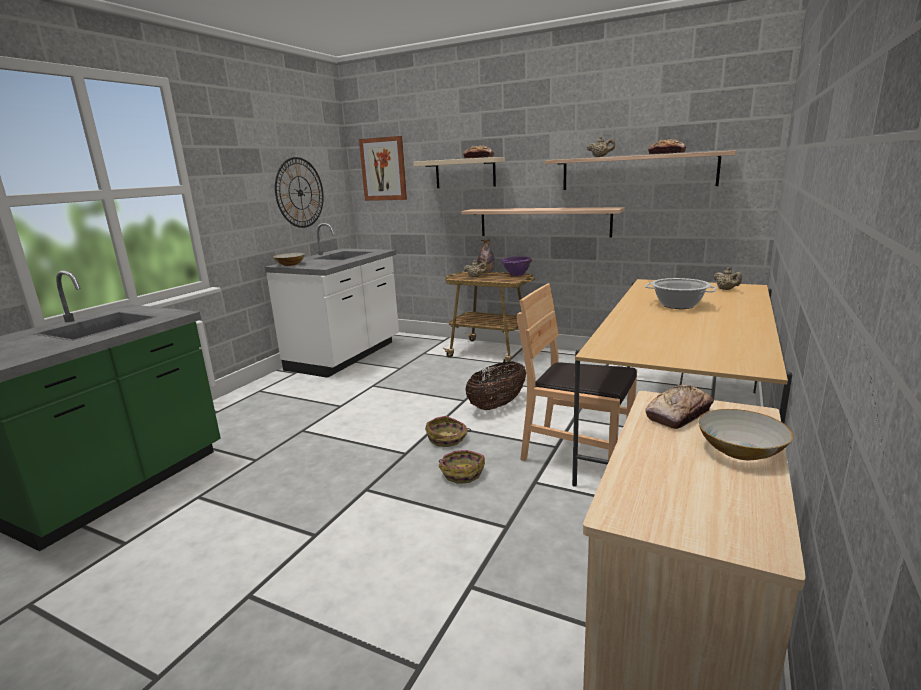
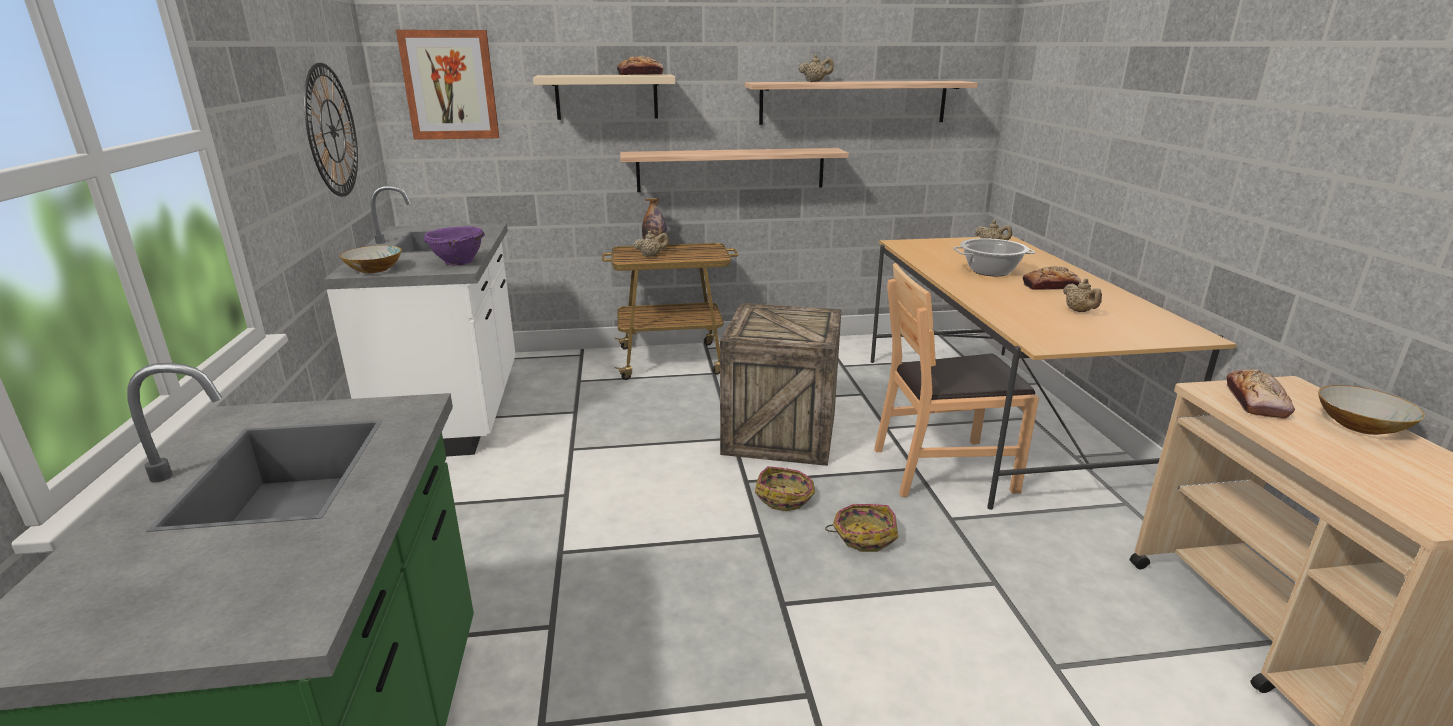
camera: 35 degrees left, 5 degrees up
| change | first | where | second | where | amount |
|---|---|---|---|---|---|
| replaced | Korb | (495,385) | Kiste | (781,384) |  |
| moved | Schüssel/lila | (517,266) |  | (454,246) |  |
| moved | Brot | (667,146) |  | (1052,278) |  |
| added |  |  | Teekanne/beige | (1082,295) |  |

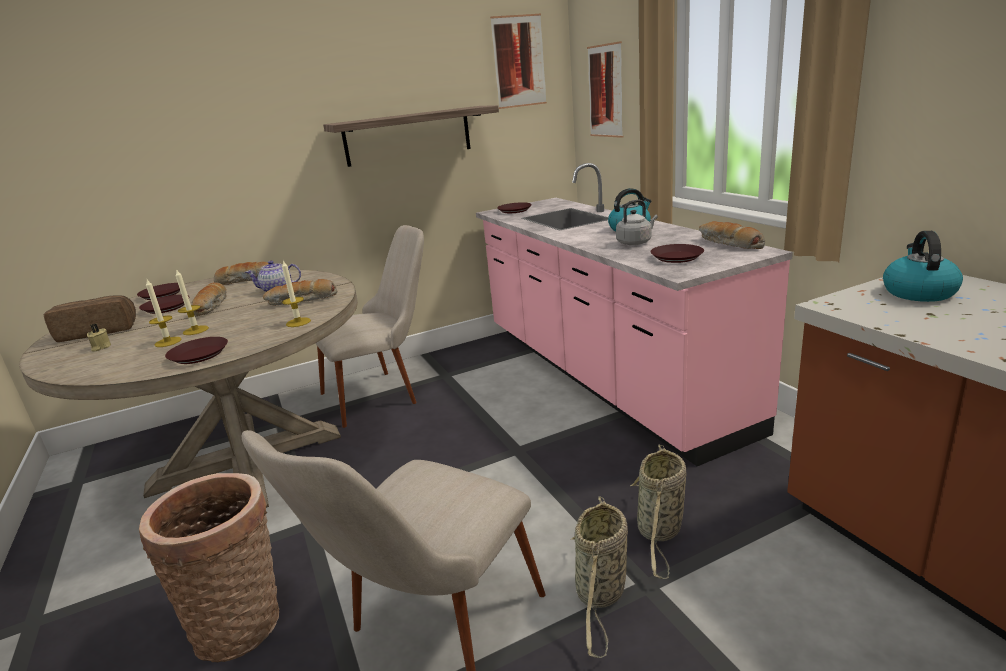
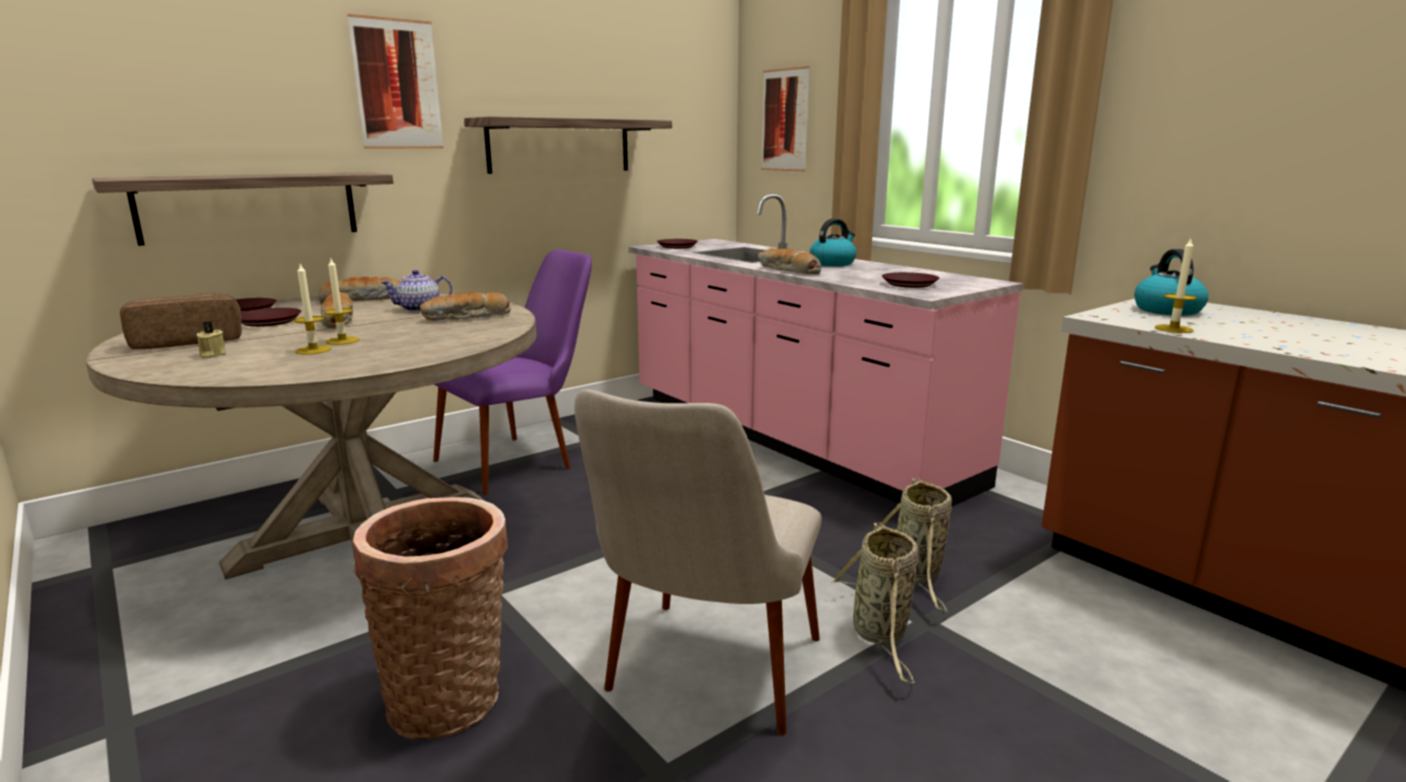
camera: 15 degrees left, 5 degrees down
| change | first | where | second | where | amount |
|---|---|---|---|---|---|
| removed | Teller/braun | (196,350) |  |  |  |
| moved | Kerze | (296,293) |  | (1176,286) |  |
| recoloured | Stuhl/beige | (369,326) | Stuhl/lila | (512,372) |  |
| moved | Bild | (518,61) |  | (395,81) |  |
| removed | Wasserkessel/grau | (637,222) |  |  |  |
| moved | Brot | (732,235) |  | (789,261) |  |
| added |  |  | Wandregal | (242,209) |  |

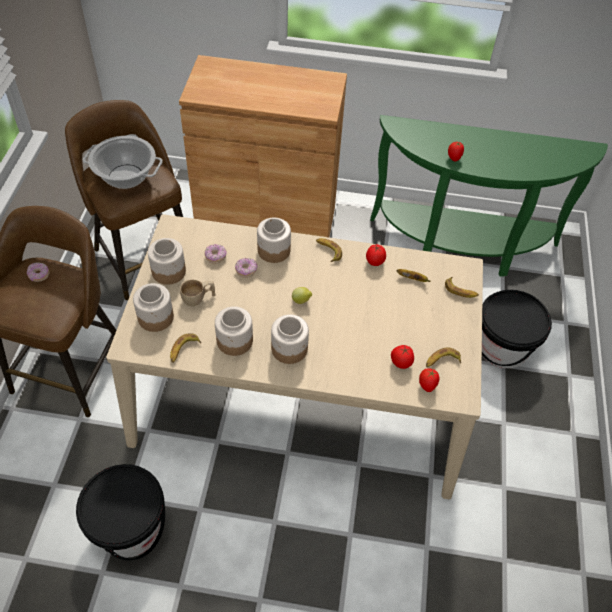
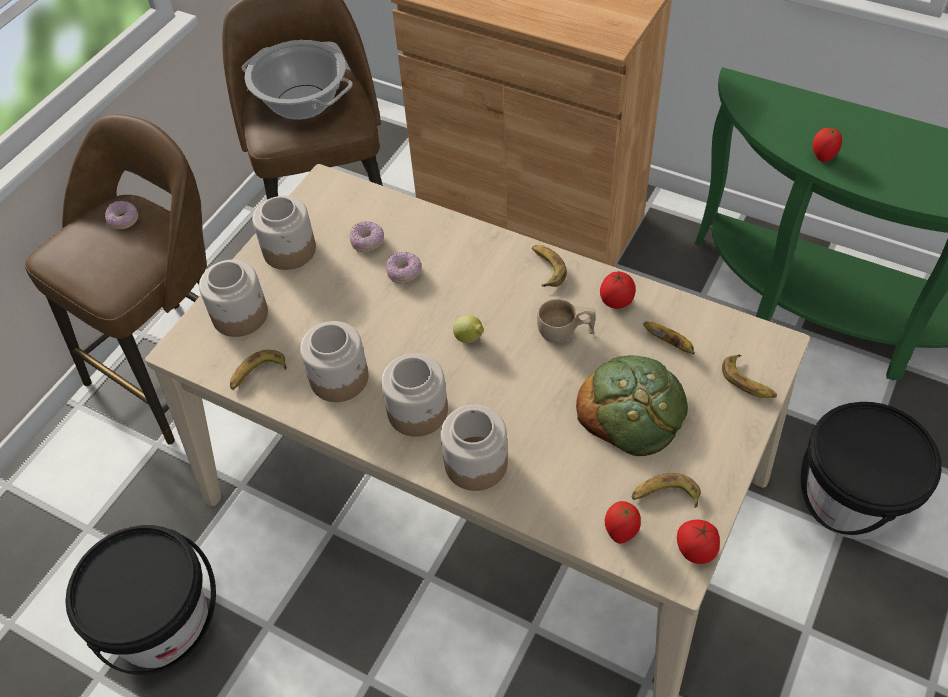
camera: 25 degrees right, 0 degrees up
| change | first | where | second | where | amount |
|---|---|---|---|---|---|
| moved | Tasse/beige | (198,292) |  | (566,321) |  |
| moved | Vorratsglas | (274,240) |  | (474,448) |  |
| moved | Tomate | (402,357) |  | (698,542) |  |
| added |  |  | Brot | (632,405) |  |

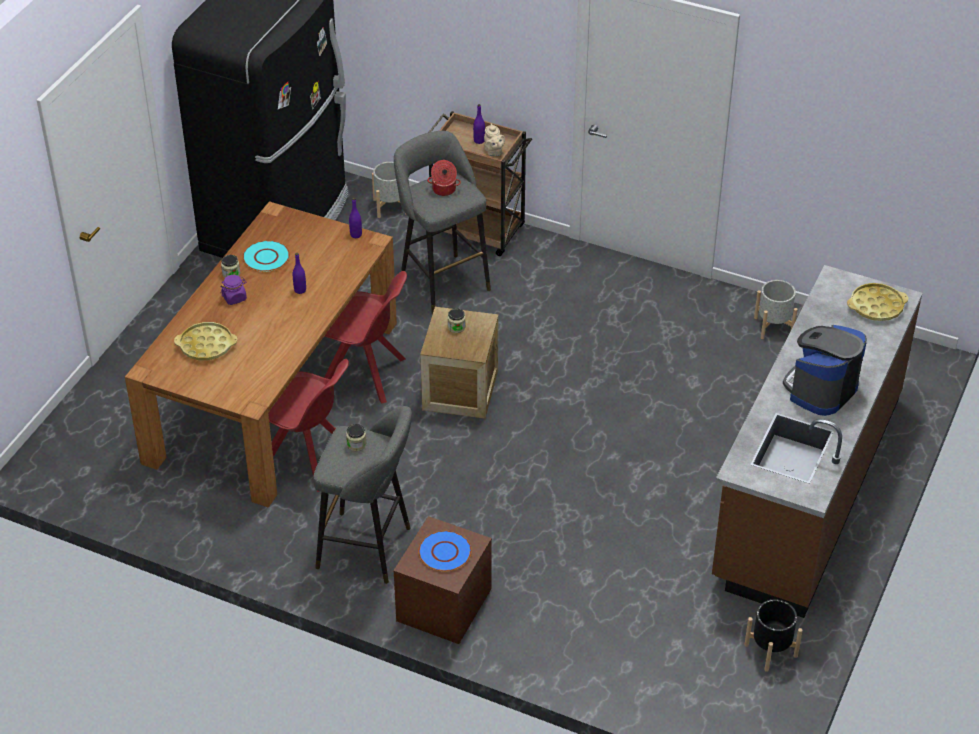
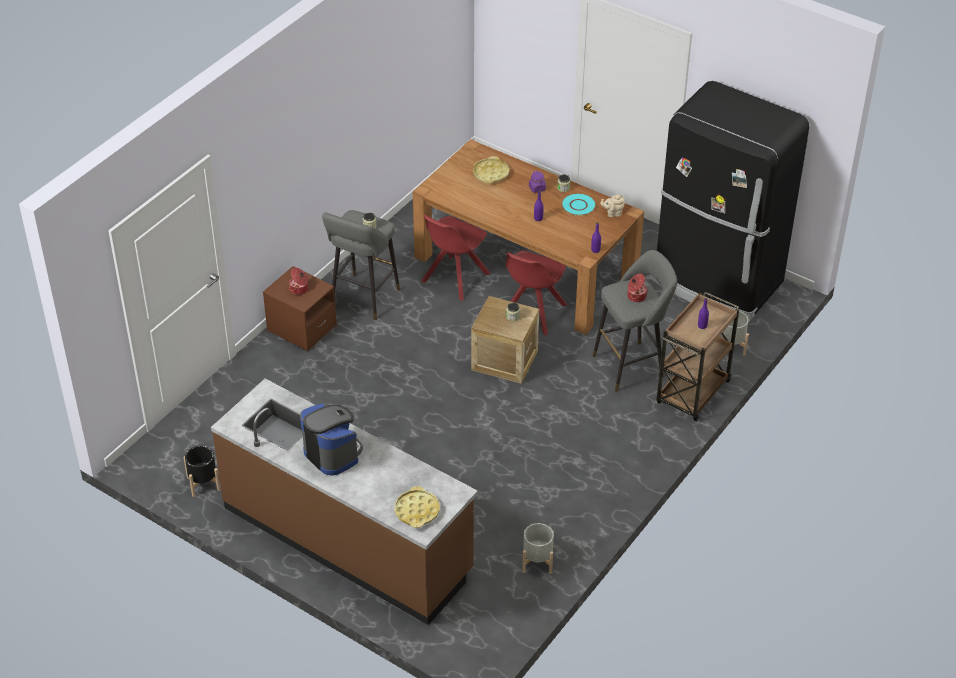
camera: 100 degrees right, 0 degrees up
| change | first | where | second | where | amount |
|---|---|---|---|---|---|
| replaced | Teller/blau | (445,551) | Kochtopf | (298,281) |  |
| moved | Teekanne/beige | (494,139) |  | (612,206) |  |

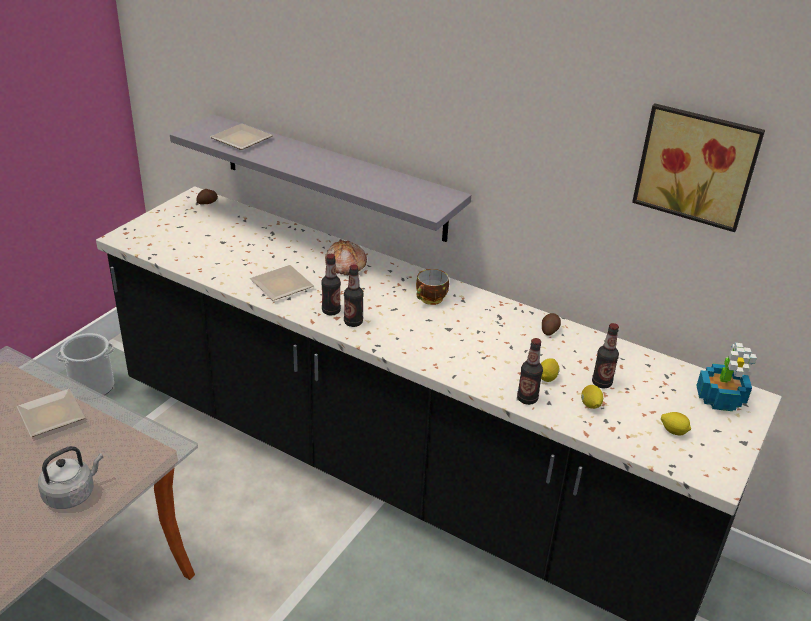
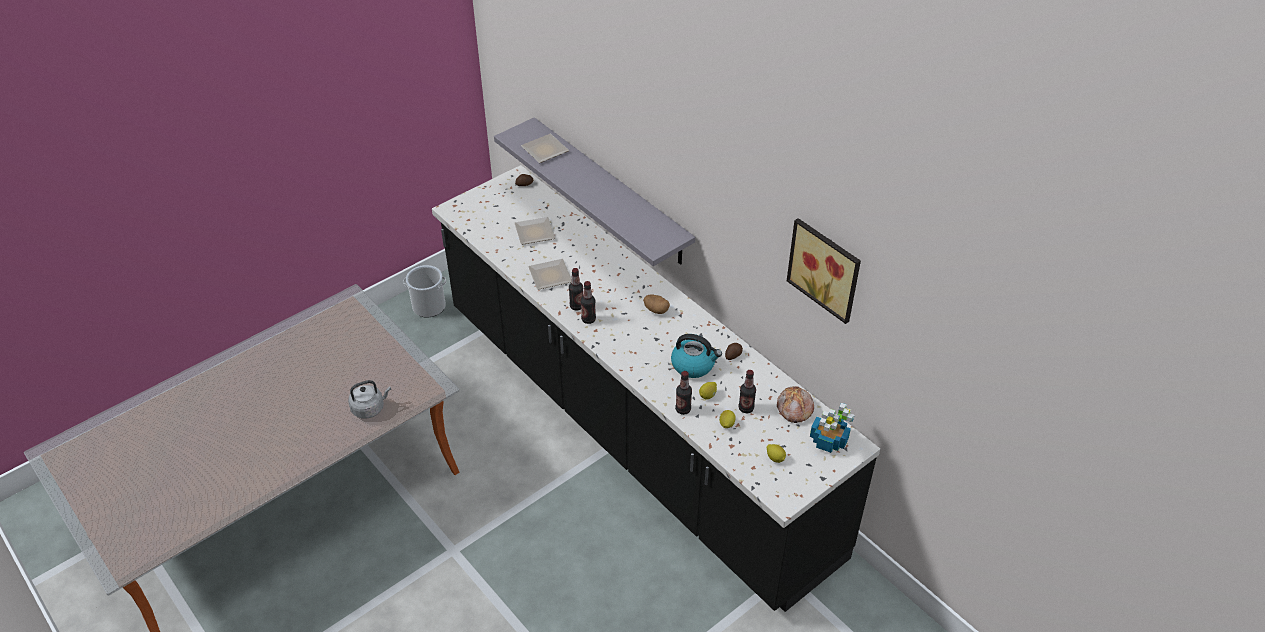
camera: 20 degrees right, 10 degrees up
| change | first | where | second | where | amount |
|---|---|---|---|---|---|
| moved | Teller | (51,413) |  | (535,231) |  |
| moved | Brot | (346,257) |  | (795,404) |  |
| replaced | Tasse | (432,287) | Kartoffel | (656,304) |  |
| added |  |  | Wasserkessel | (696,356) |  |

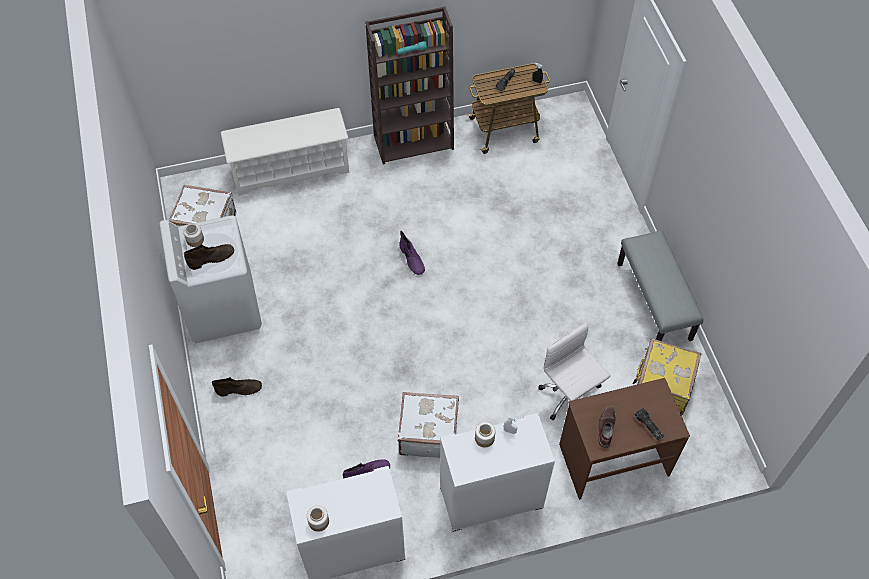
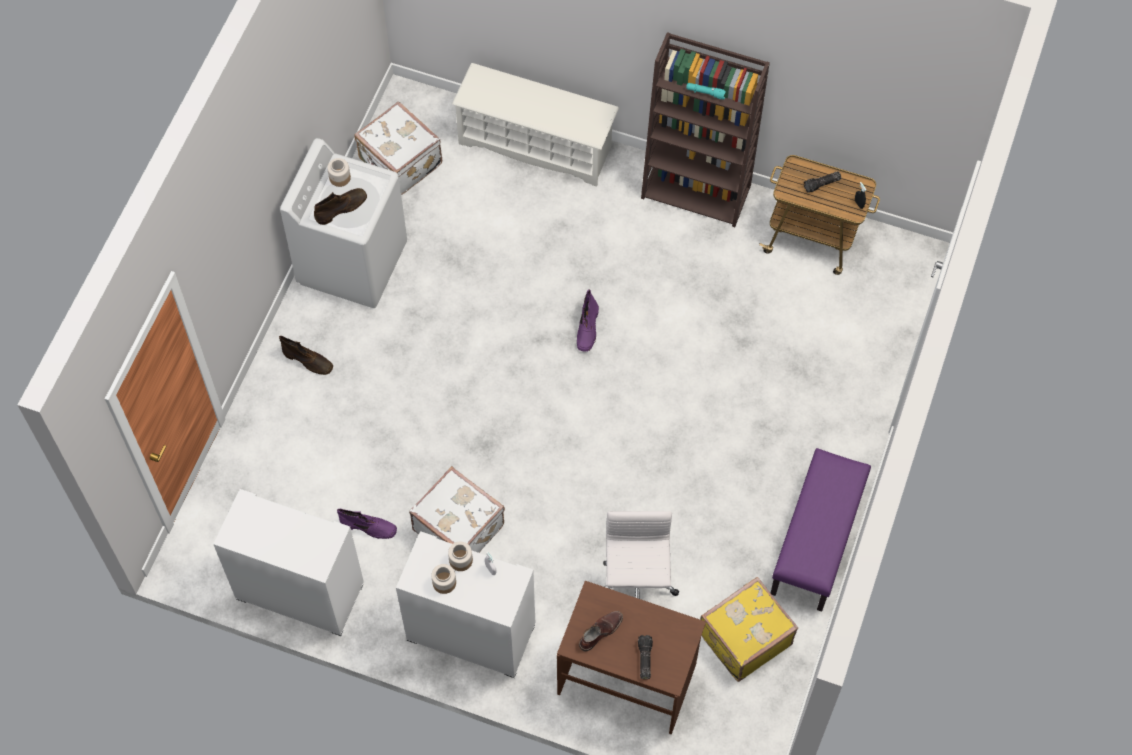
camera: 35 degrees right, 5 degrees up
| change | first | where | second | where | amount |
|---|---|---|---|---|---|
| turned | Stiefel/braun | (209,257) |  | (340,206) | 45 degrees counterclockwise |
| moved | Vorratsglas | (318,518) |  | (443,579) |  |
| recoloured | Bank/grau | (660,285) | Bank/lila | (821,530) |  |

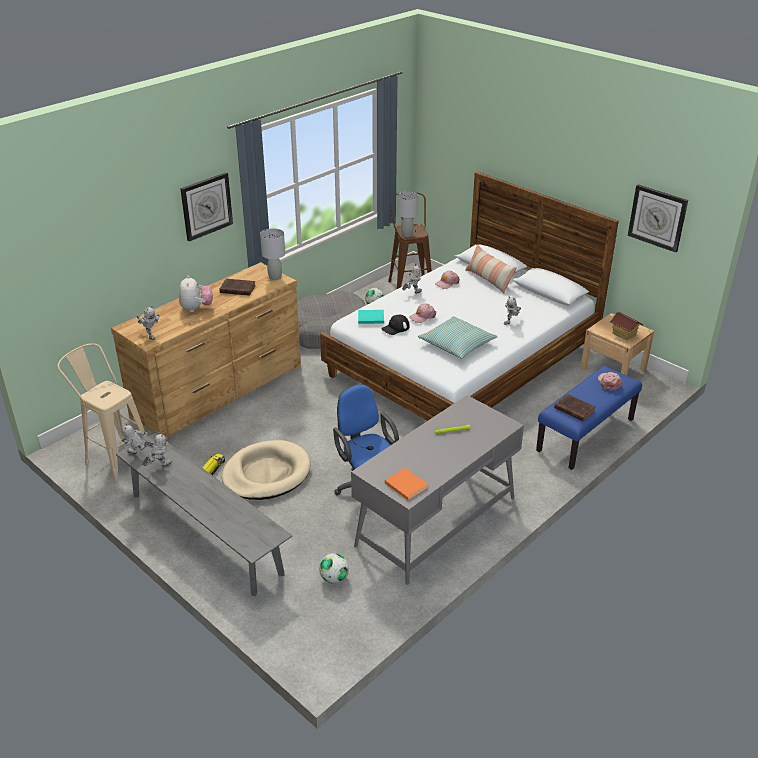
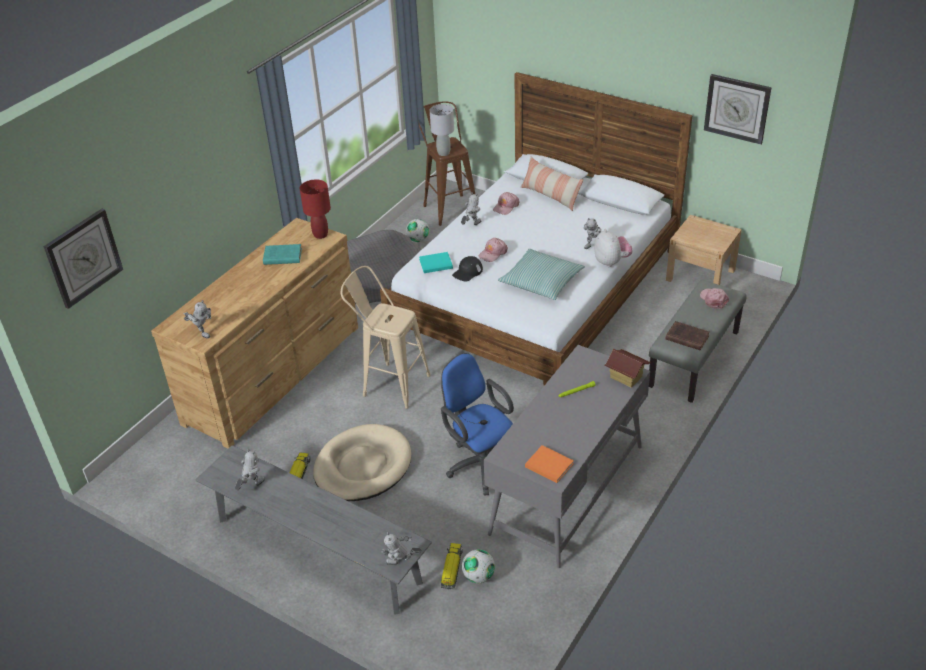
camera: 10 degrees left, 5 degrees up
| change | first | where | second | where | amount |
|---|---|---|---|---|---|
| moved | Hocker/beige | (102,412) |  | (386,337) |  |
| moved | Spielzeugroboter | (137,438) |  | (401,548) |  |
| moved | Plüschtier | (196,293) |  | (613,248) |  |
| moved | Wanduhr | (206,207) |  | (83,259) |  |
| recoloured | Buch/braun | (237,287) | Buch/türkis | (282,254) |  |
| recoloured | Tischlampe/grau | (272,254) | Tischlampe/rot | (315,209) |  |
| recoloured | Bank/blau | (589,418) | Bank/grau | (698,341) |  |
| moved | Spielzeughaus | (627,326) |  | (627,368) |  |
| added |  |  | Spielzeuglaster | (452,566) |  |

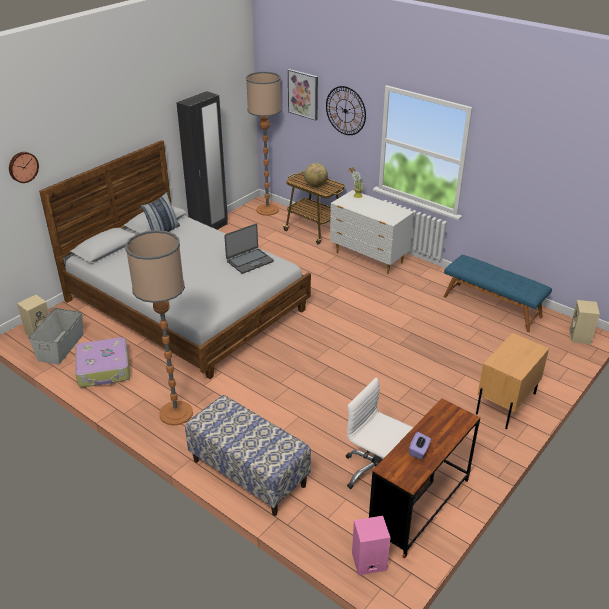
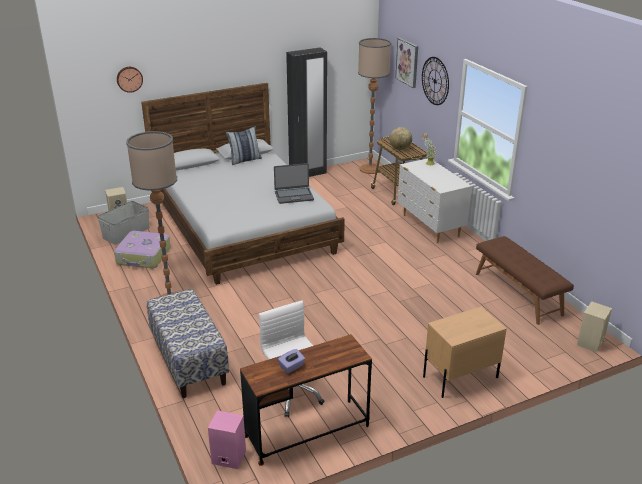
camera: 25 degrees right, 5 degrees down
| change | first | where | second | where | amount |
|---|---|---|---|---|---|
| recoloured | Bank/blau | (498,293) | Bank/braun | (525,280) |  |

